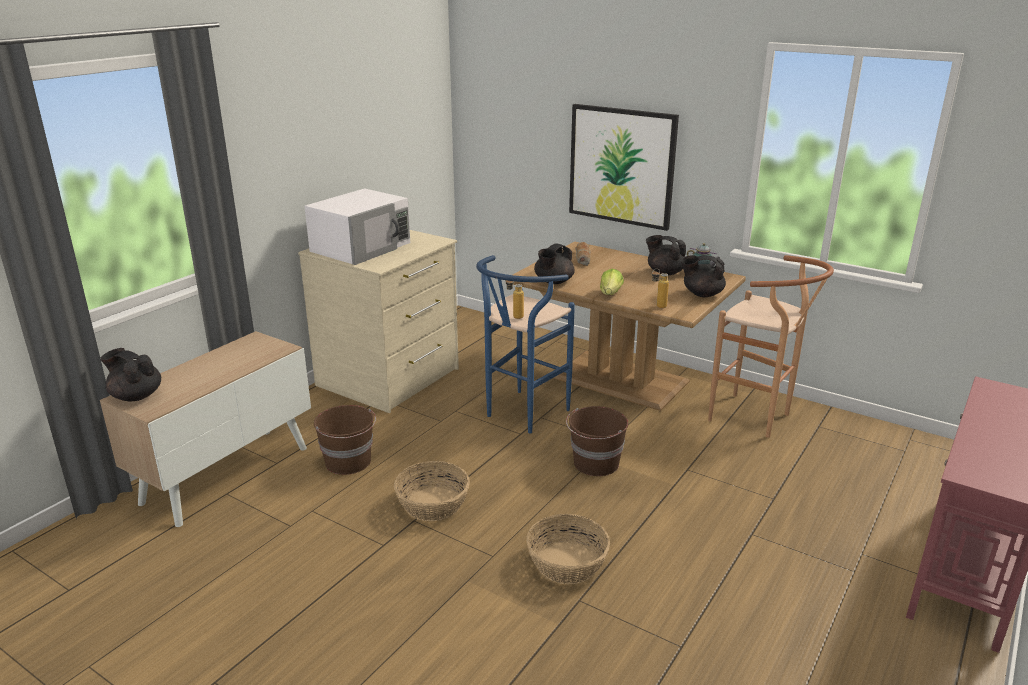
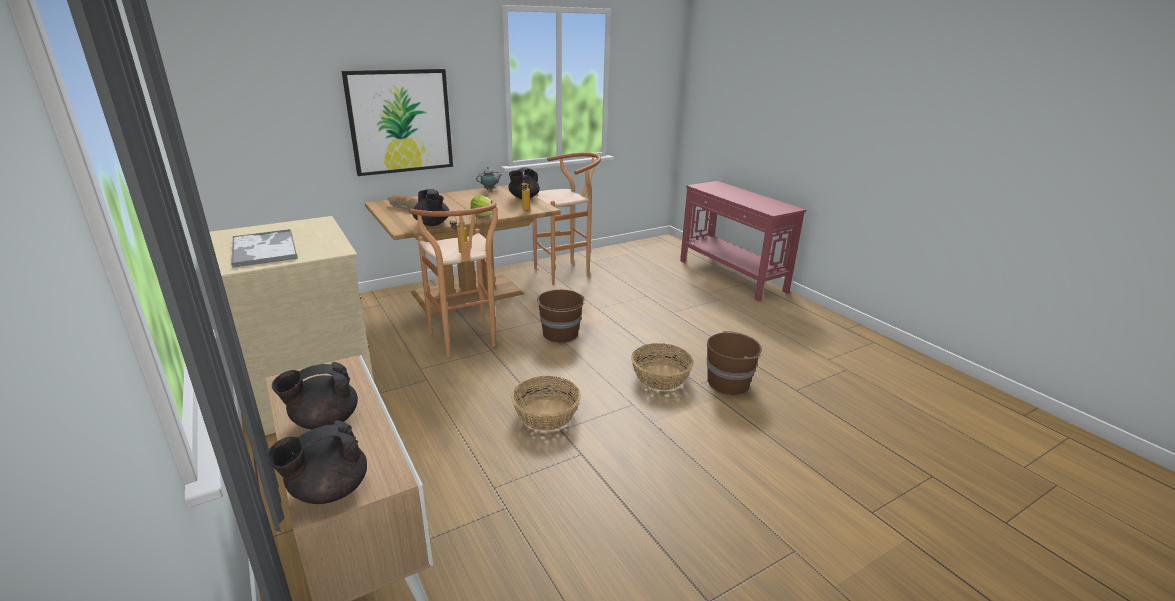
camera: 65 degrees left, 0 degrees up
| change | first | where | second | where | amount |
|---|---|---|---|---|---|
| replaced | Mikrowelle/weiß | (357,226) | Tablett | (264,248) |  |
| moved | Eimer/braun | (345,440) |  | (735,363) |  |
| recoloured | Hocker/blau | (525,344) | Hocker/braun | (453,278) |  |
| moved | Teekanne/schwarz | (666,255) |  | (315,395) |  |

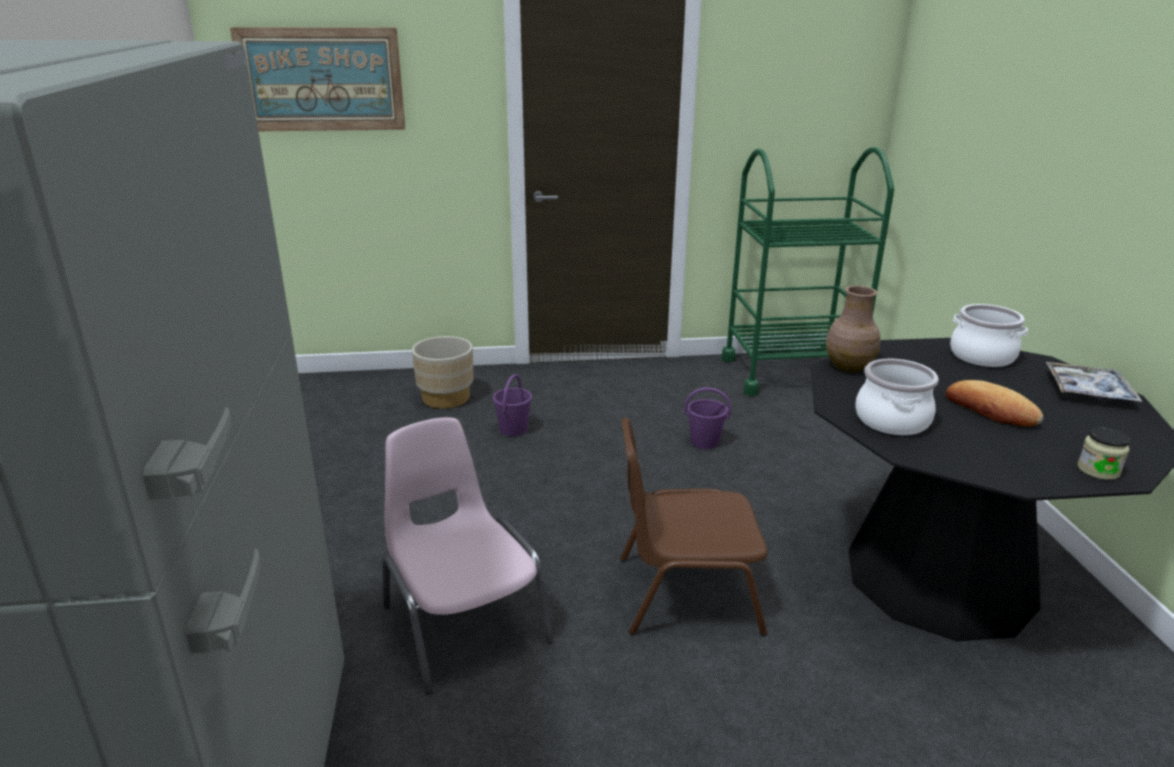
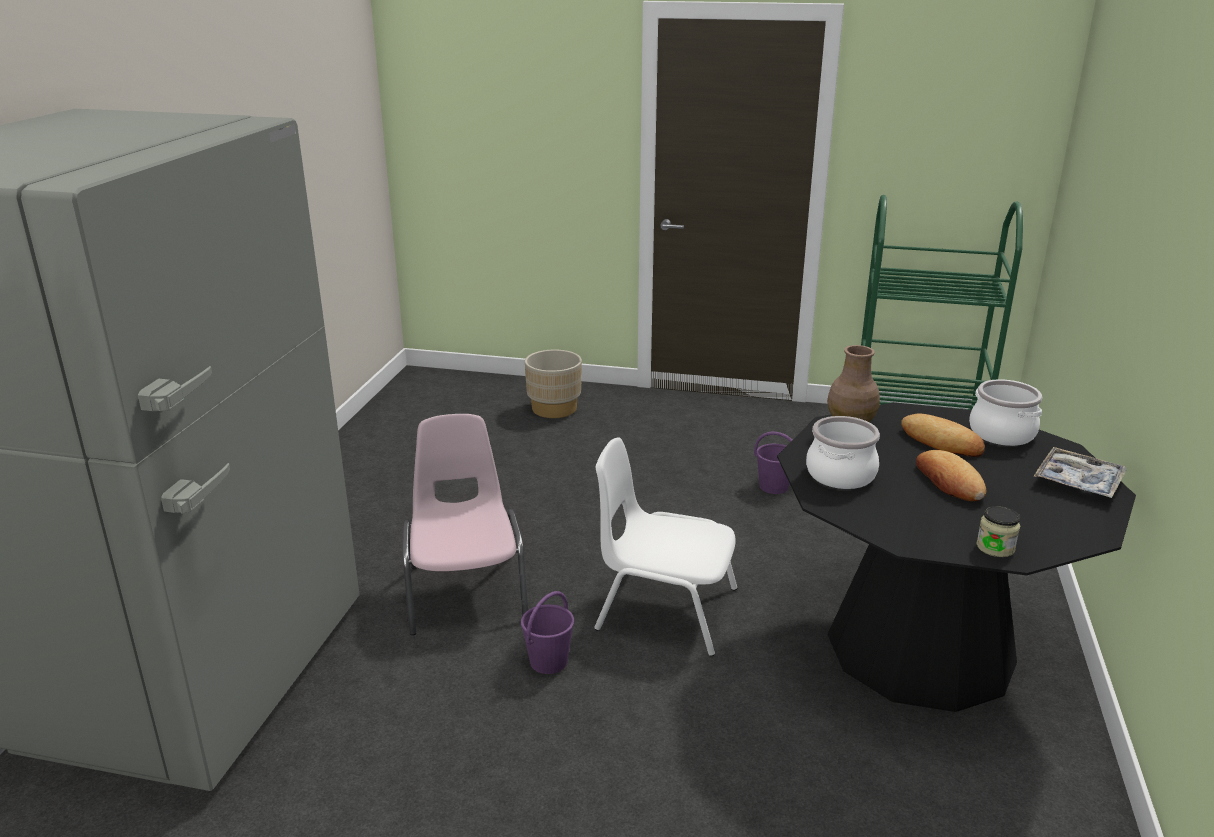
camera: 20 degrees right, 0 degrees up
| change | first | where | second | where | amount |
|---|---|---|---|---|---|
| removed | Bild | (318,79) |  |  |  |
| moved | Eimer/lila | (512,405) |  | (547,632) |  |
| recoloured | Stuhl/braun | (694,527) | Stuhl/weiß | (665,546) |  |
| added |  |  | Brot | (943,435) |  |

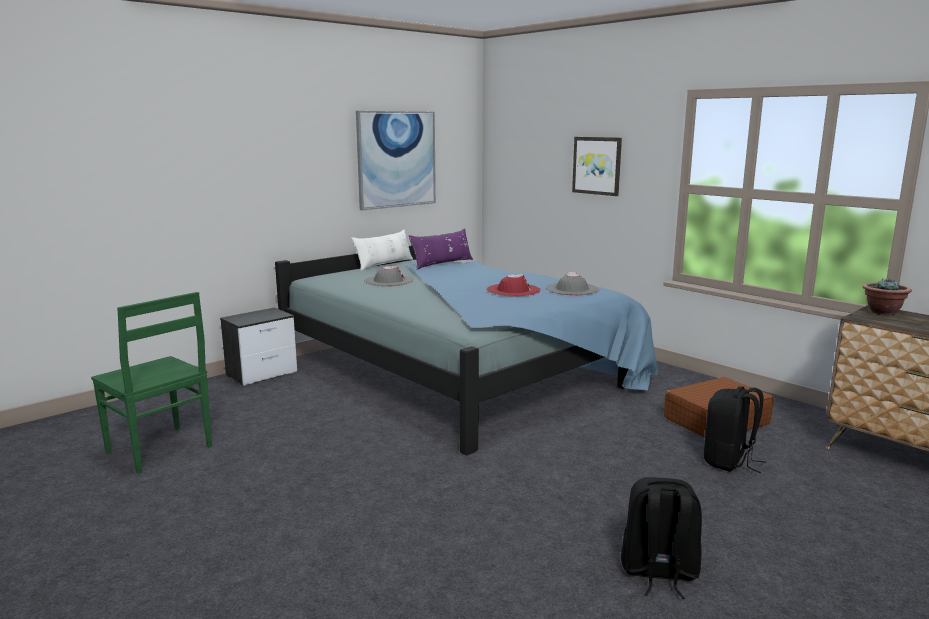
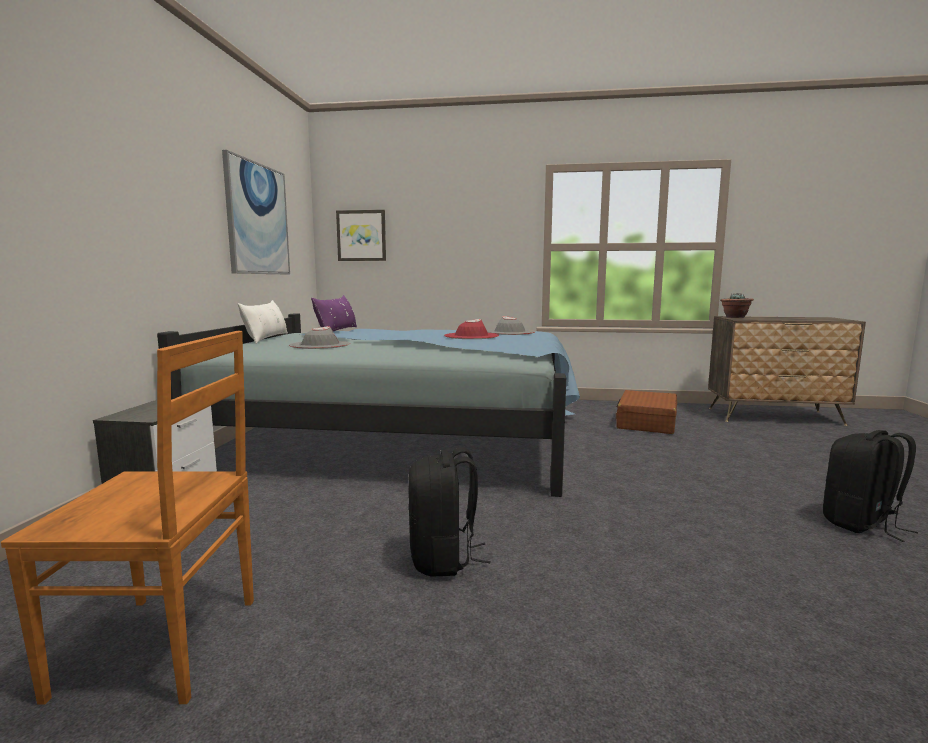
camera: 40 degrees left, 5 degrees down
| change | first | where | second | where | amount |
|---|---|---|---|---|---|
| recoloured | Stuhl/grün | (151,383) | Stuhl/braun | (127,518) |  |
| moved | Bild | (597,166) |  | (361,235) |  |
| moved | Rucksack/schwarz | (735,429) |  | (450,512) |  |

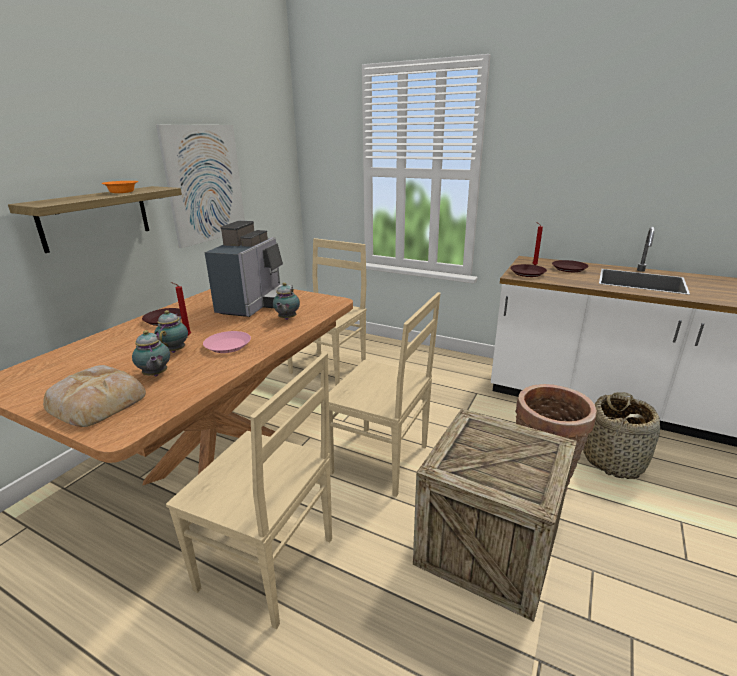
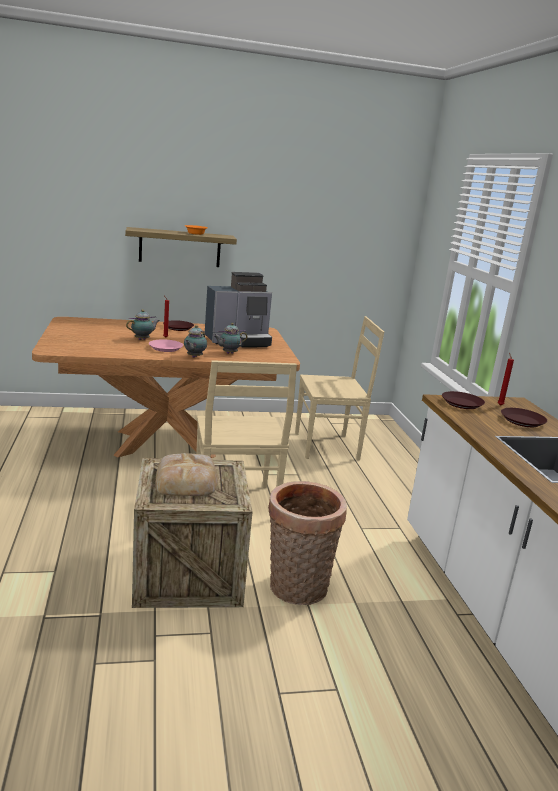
camera: 50 degrees right, 5 degrees down
| change | first | where | second | where | amount |
|---|---|---|---|---|---|
| moved | Brot | (94,396) |  | (186,474) |  |
| moved | Teekanne | (151,353) |  | (195,341) |  |
| removed | Bild | (200,186) |  |  |  |
| removed | Stuhl/beige | (249,490) |  |  |  |
| removed | Korb | (621,435) |  |  |  |

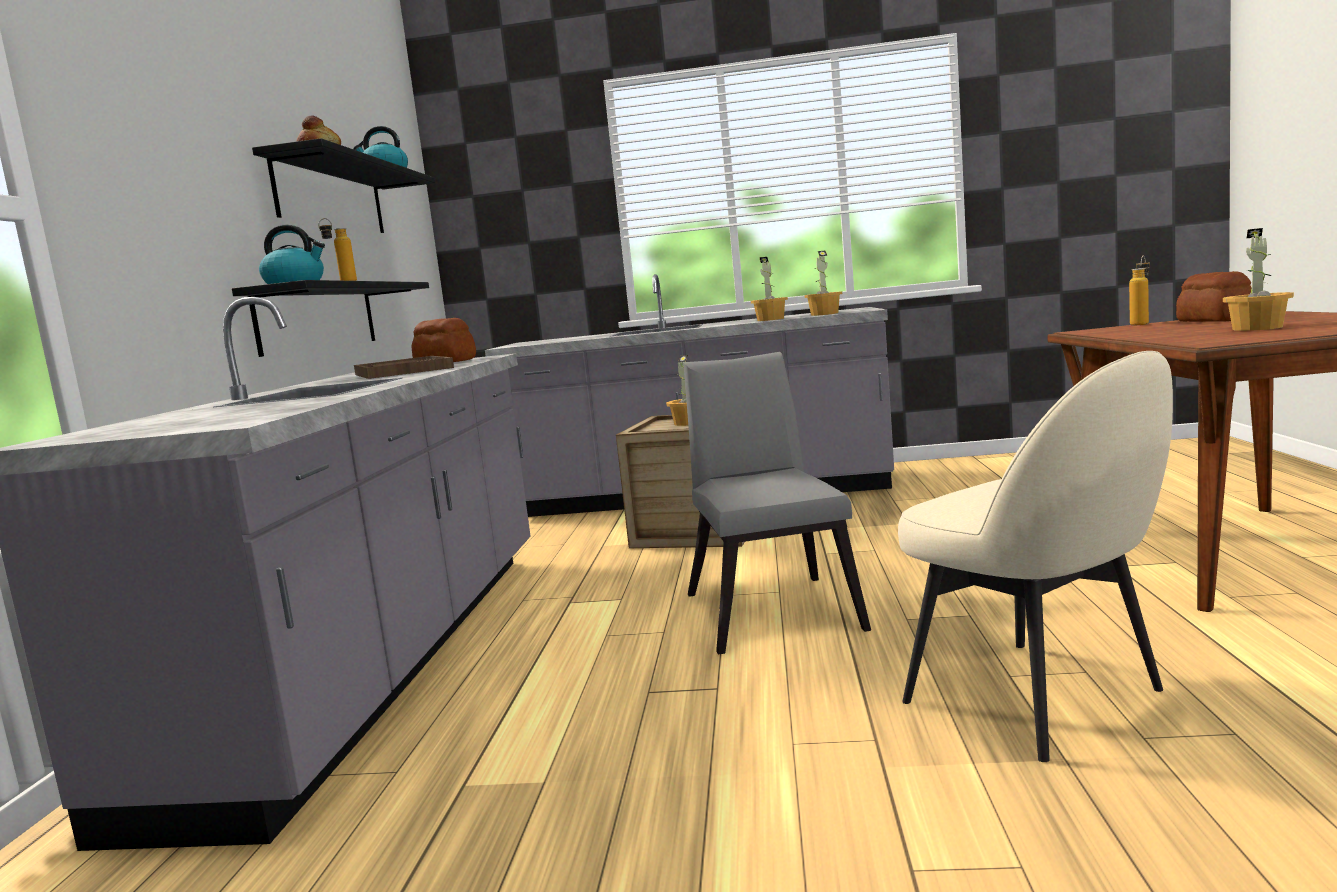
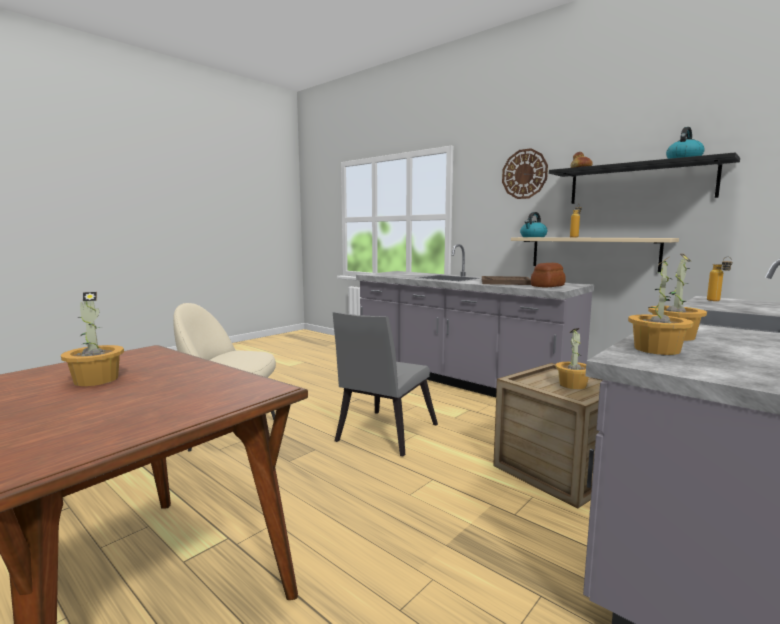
camera: 125 degrees right, 0 degrees up
| change | first | where | second | where | amount |
|---|---|---|---|---|---|
| recoloured | Wandregal/schwarz | (330,318) | Wandregal/beige | (595,254) |  |
| turned | Stuhl/grau | (777,503) |  | (385,384) | 90 degrees clockwise |
| moved | Flasche | (1139,290) |  | (719,278) |  |
| removed | Brot | (1214,296) |  |  |  |
| added |  |  | Wanduhr | (525,173) |  |

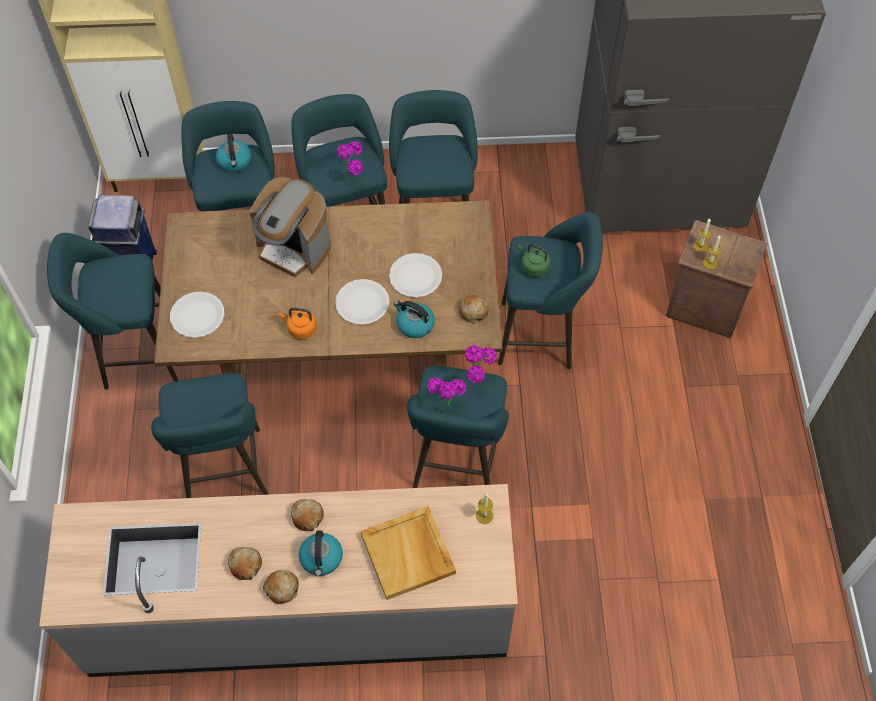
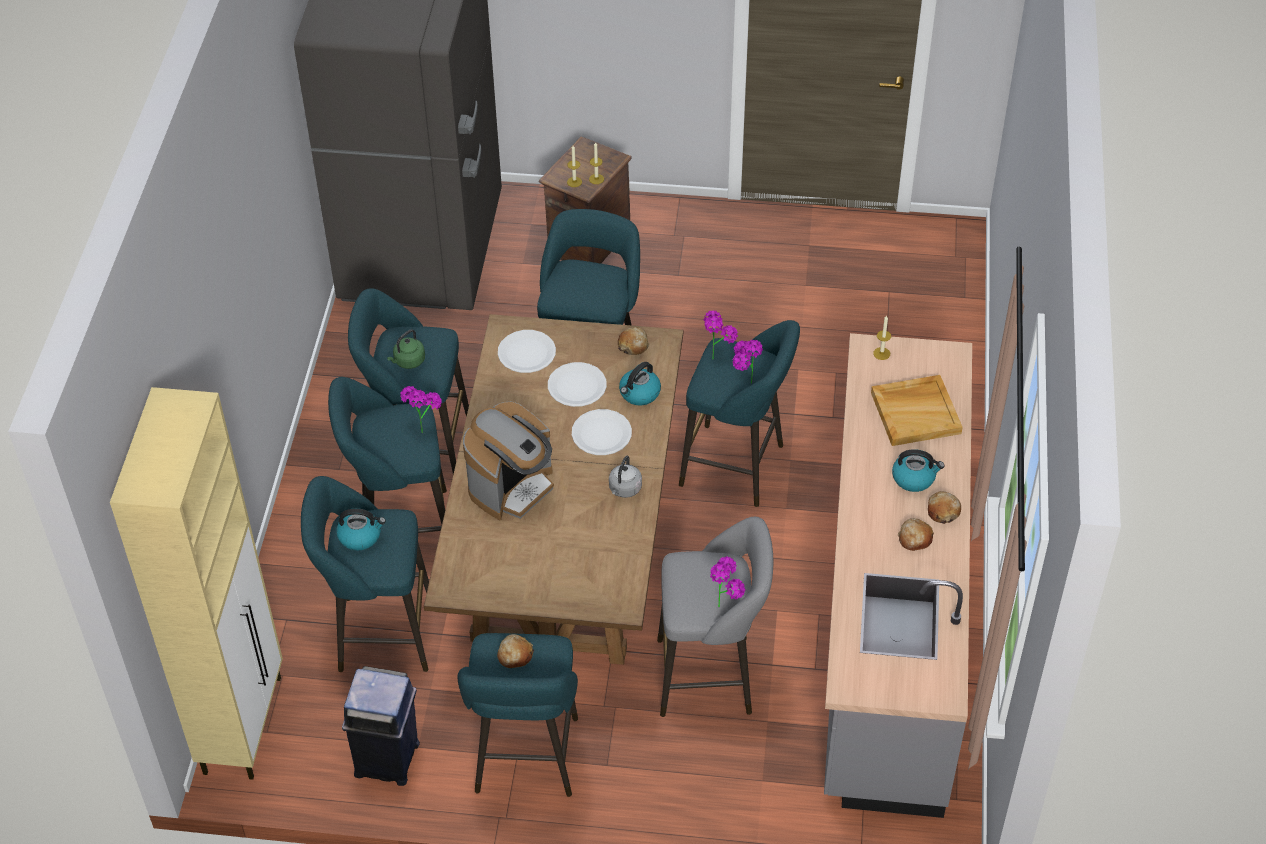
camera: 80 degrees left, 10 degrees down
| change | first | where | second | where | amount |
|---|---|---|---|---|---|
| recoloured | Hocker/türkis | (209,435) | Hocker/grau | (715,617) |  |
| moved | Teller/weiß | (197,315) |  | (527,351) |  |
| recoloured | Wasserkessel/orange | (298,323) | Wasserkessel/grau | (625,477) |  |
| moved | Brot | (307,515) |  | (515,651) |  |
| moved | Wasserkessel/grün | (534,260) |  | (406,349) |  |
| added |  |  | Topfpflanze | (728,581) |  |

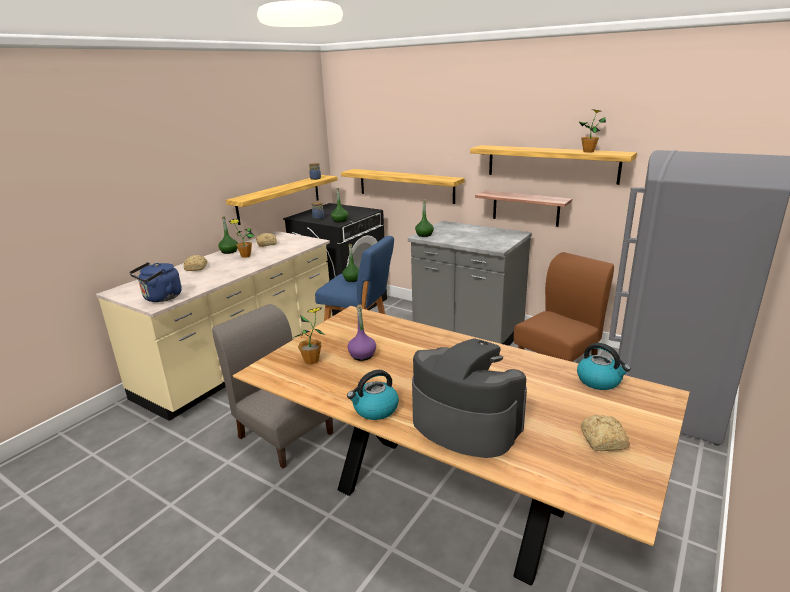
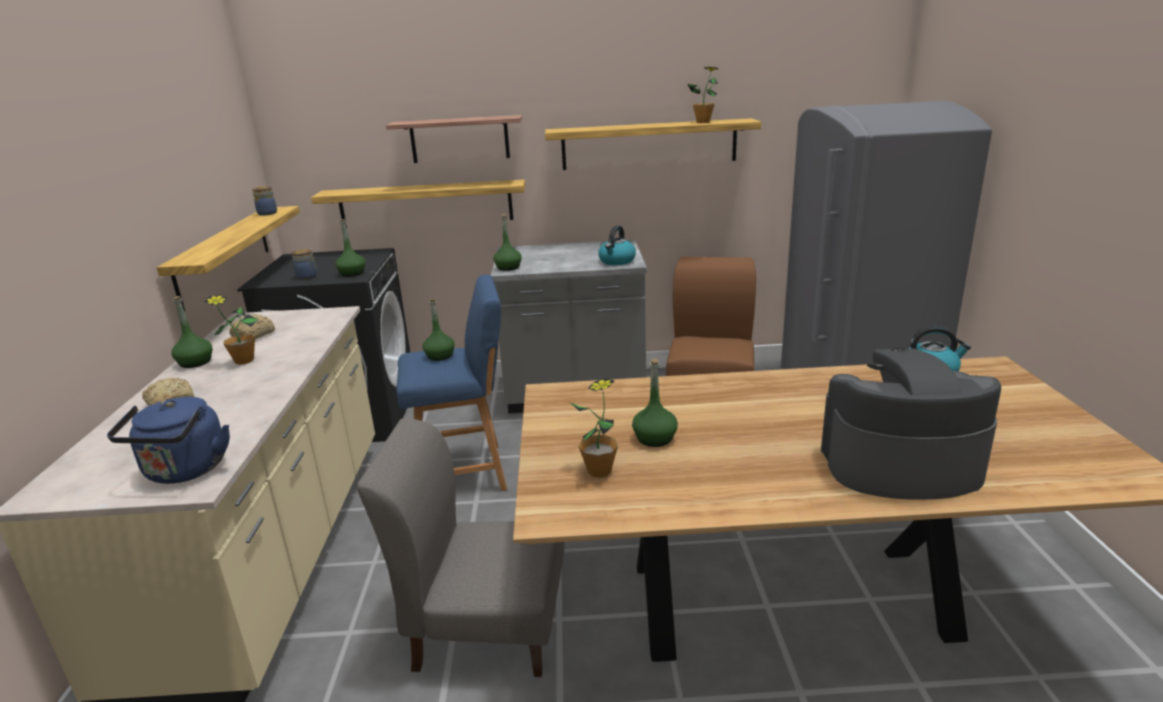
camera: 35 degrees left, 0 degrees up
| change | first | where | second | where | amount |
|---|---|---|---|---|---|
| recoloured | Flasche/lila | (361,333) | Flasche/grün | (655,403) |  |
| moved | Wasserkessel | (373,395) |  | (617,245) |  |
| moved | Wandregal | (523,208) |  | (454,139) |  |
| removed | Brot | (605,433) |  |  |  |

